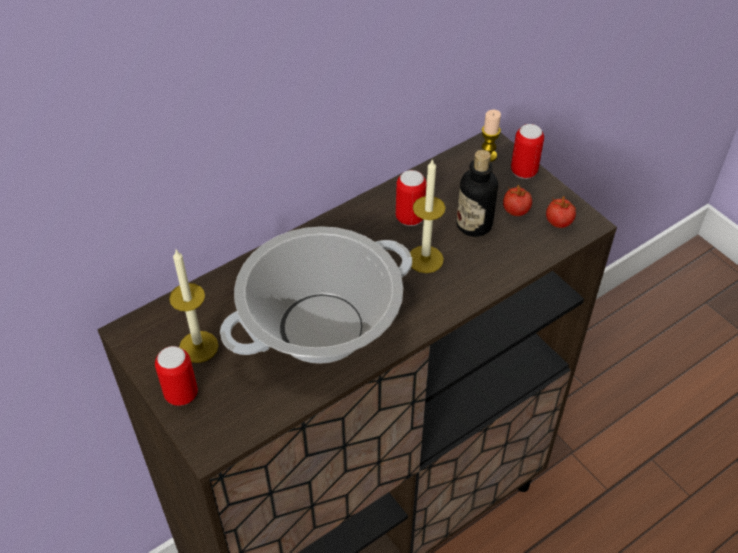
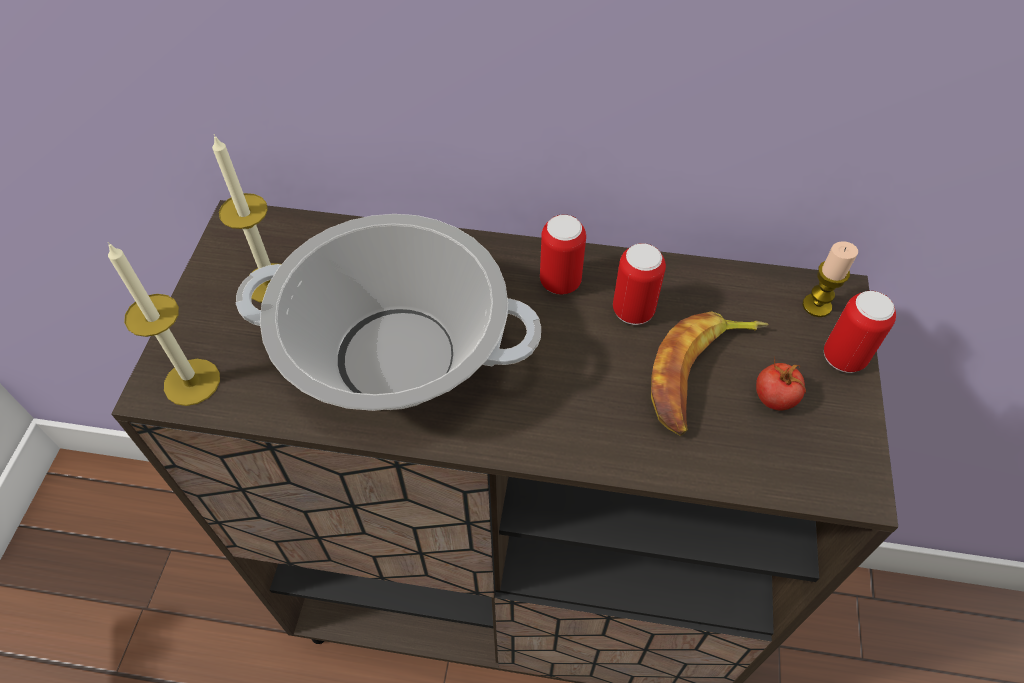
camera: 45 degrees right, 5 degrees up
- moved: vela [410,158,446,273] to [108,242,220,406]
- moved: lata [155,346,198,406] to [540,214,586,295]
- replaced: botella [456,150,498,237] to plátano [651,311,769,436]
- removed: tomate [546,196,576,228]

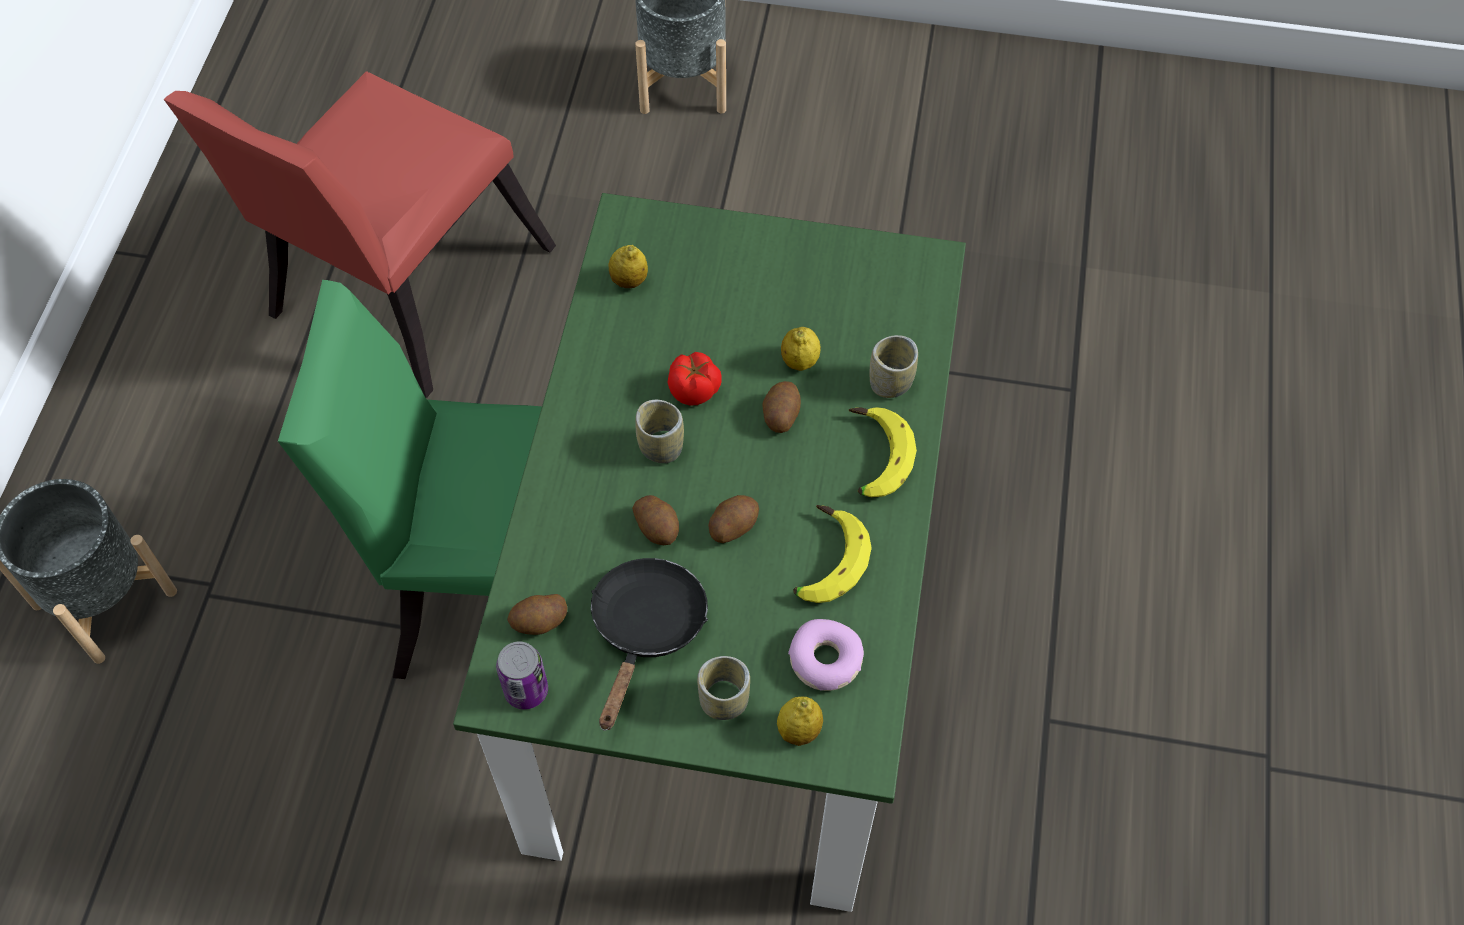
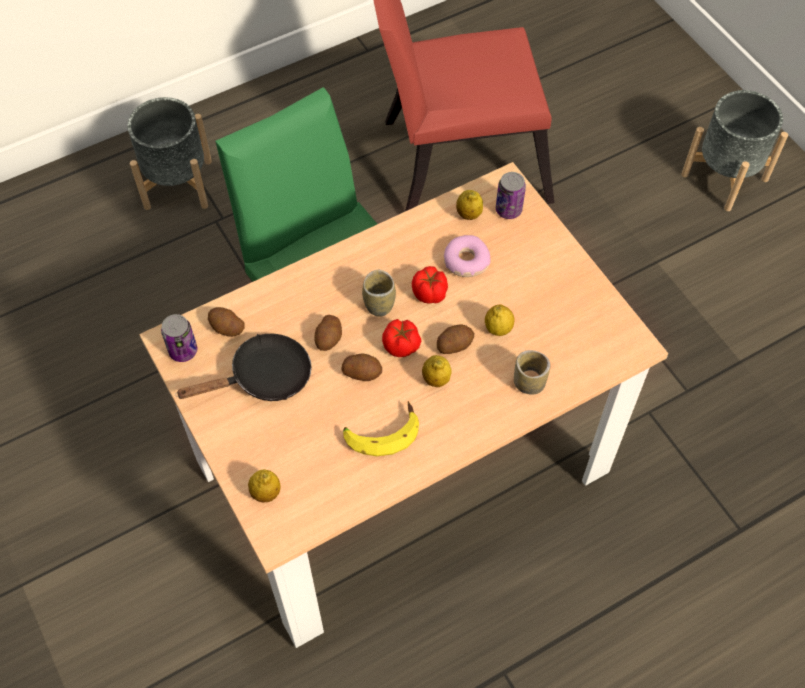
camera: 50 degrees right, 0 degrees up
- recoloured: mesa de comedor [verde] [453,193,966,912] to mesa de comedor [beis] [139,162,668,648]
- added: tomate [382,319,421,357]
- added: limón [422,355,452,387]
- moved: rosquilla [788,619,864,691] to [444,235,491,277]
- added: lata [496,172,526,219]
- removed: taza [697,656,750,720]
- removed: plátano [849,407,917,498]

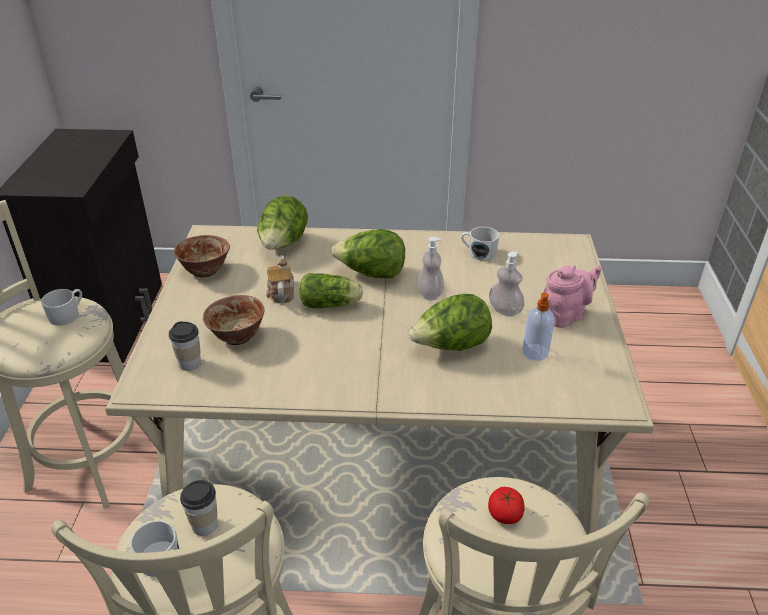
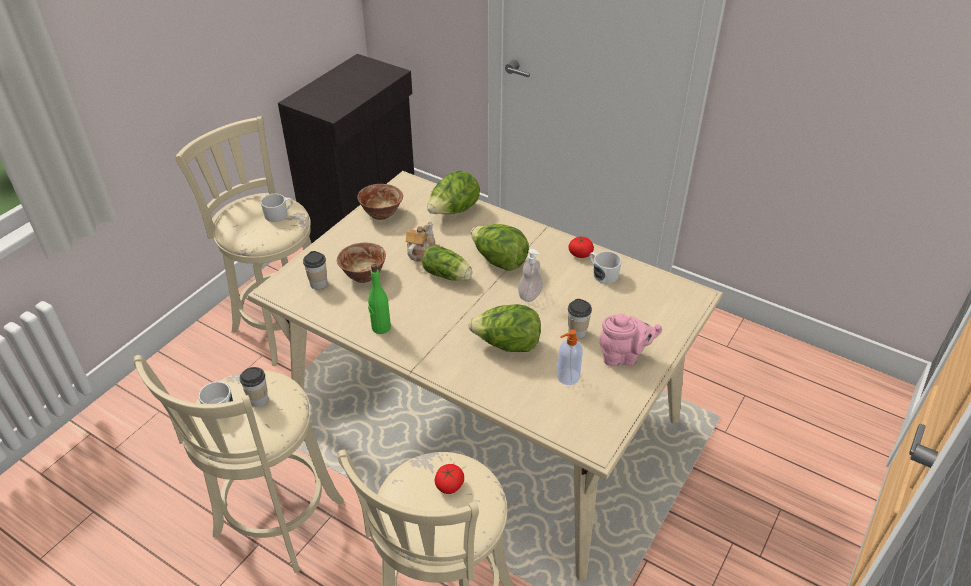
camera: 30 degrees right, 5 degrees up
- added: botella [verde] [368,264,391,334]
- replaced: dispensador de jabón [489,252,524,316] to taza [568,299,592,339]
- added: tomate [569,236,594,258]

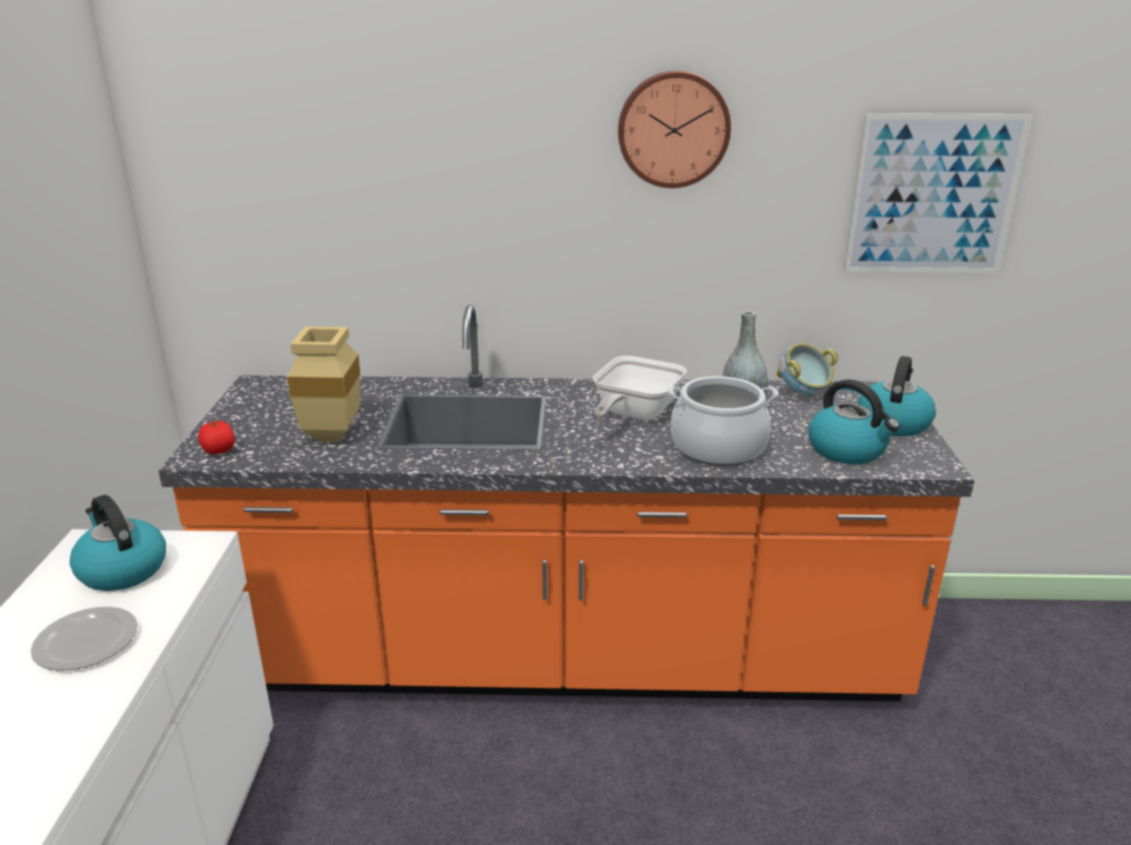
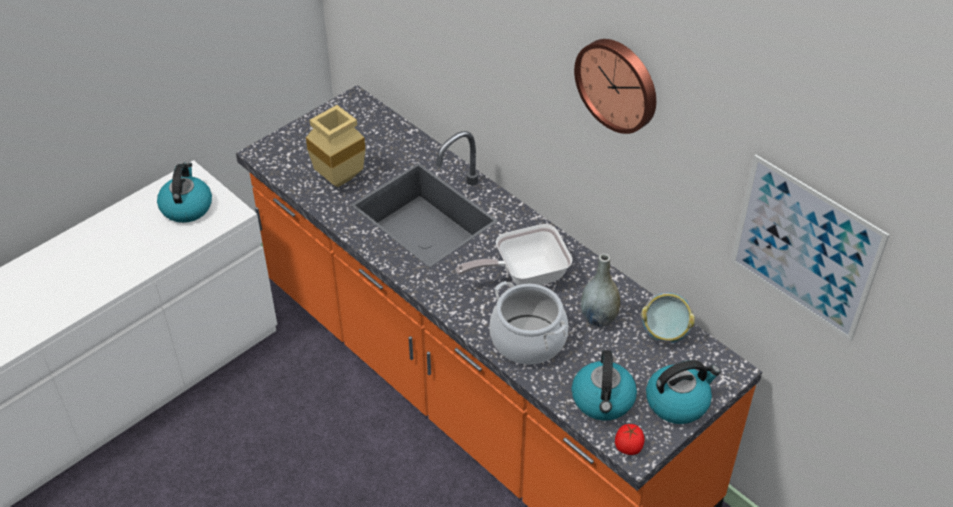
camera: 45 degrees right, 20 degrees up
- moved: tomate [198,420,235,454] to [615,424,645,455]
- removed: plato [31,607,138,671]

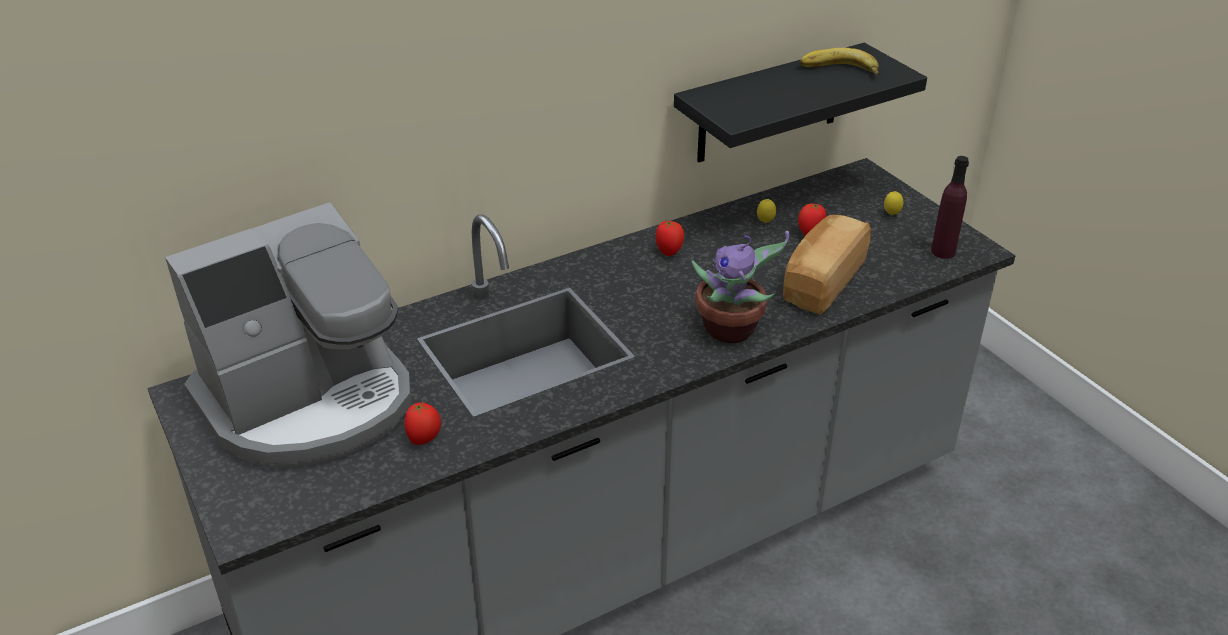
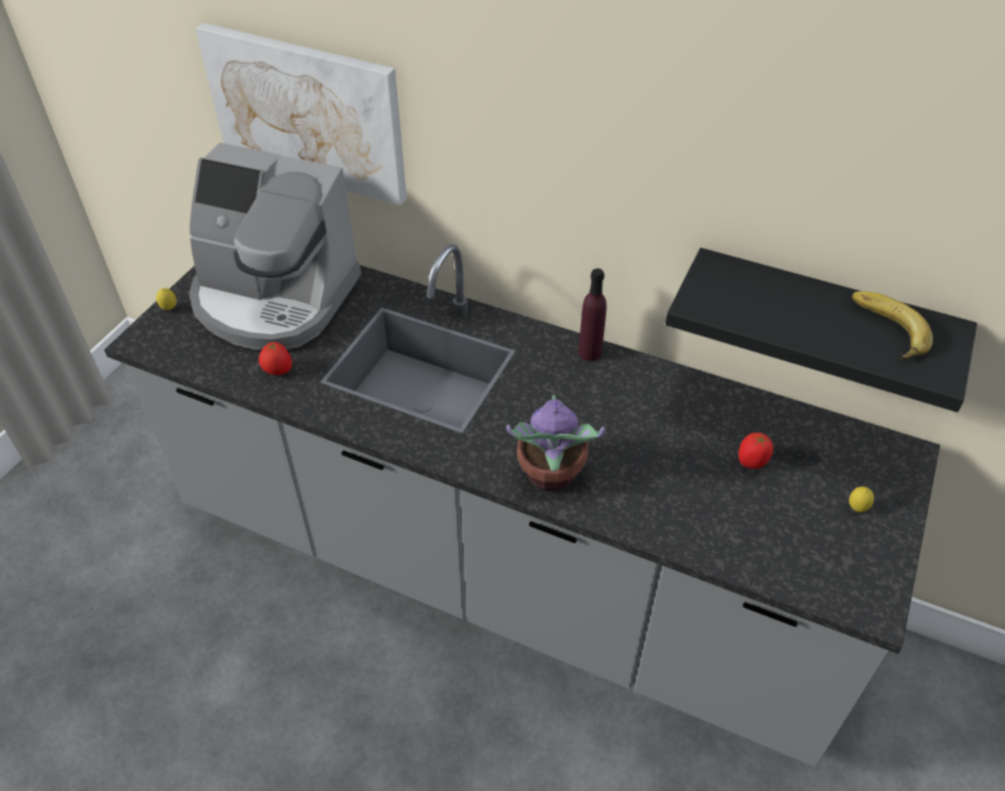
camera: 55 degrees right, 10 degrees up
- moved: limón [757,199,776,223] to [156,288,176,310]
- added: cuadro [195,23,407,206]
- moved: botella [morado] [931,156,969,259] to [579,268,607,361]
- removed: tomate [656,221,684,256]
- removed: pan [783,215,871,315]

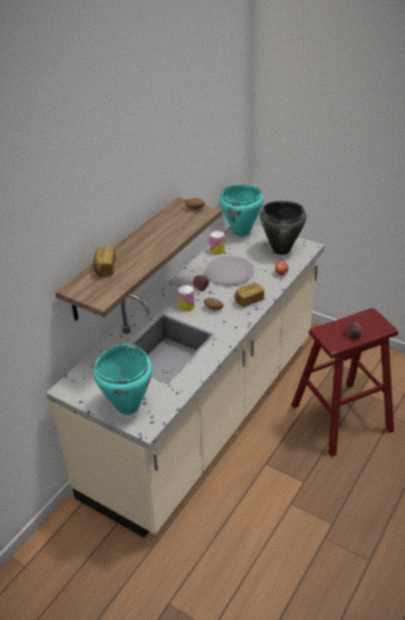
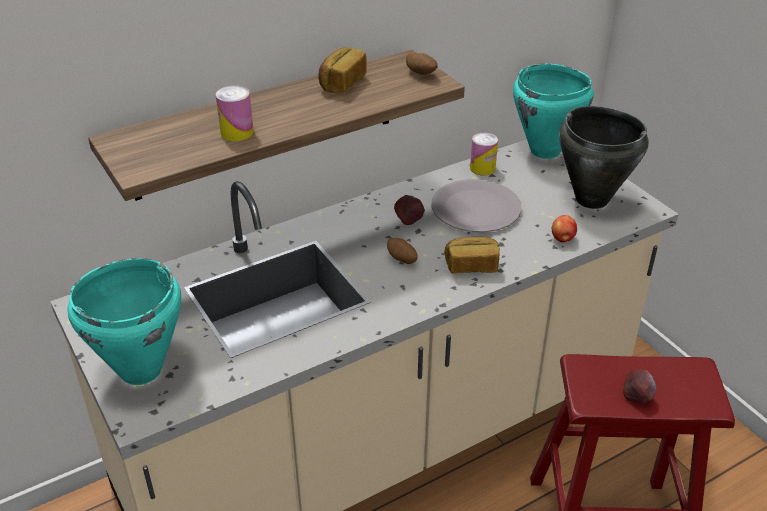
camera: 25 degrees right, 0 degrees up
- moved: lata [178,285,195,311] to [216,85,254,141]
- moved: pan [93,246,116,277] to [318,47,367,93]

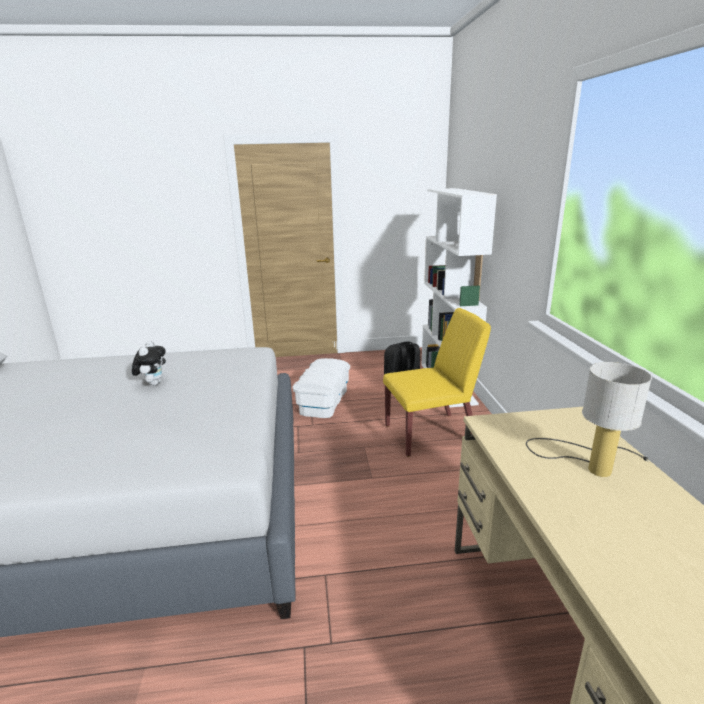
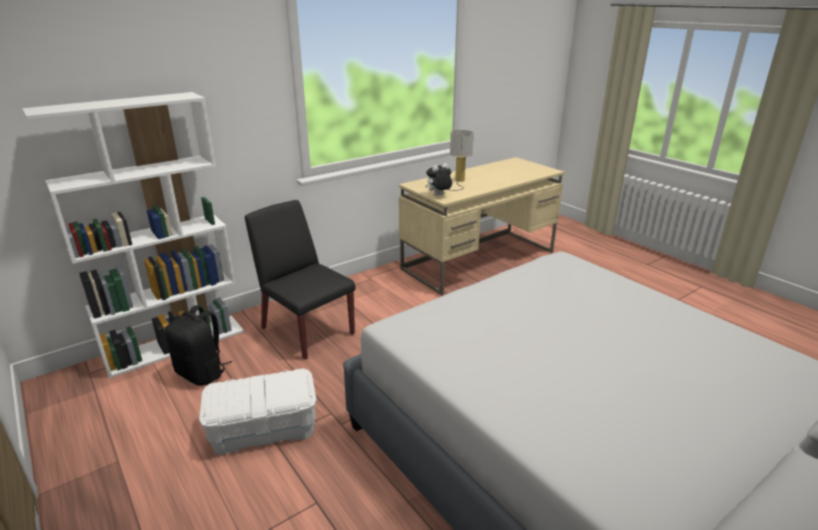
camera: 120 degrees left, 5 degrees up
- recoloured: silla [amarillo] [383,308,491,457] to silla [negro] [245,200,356,359]
- moved: peluche [132,341,166,386] to [425,163,452,196]

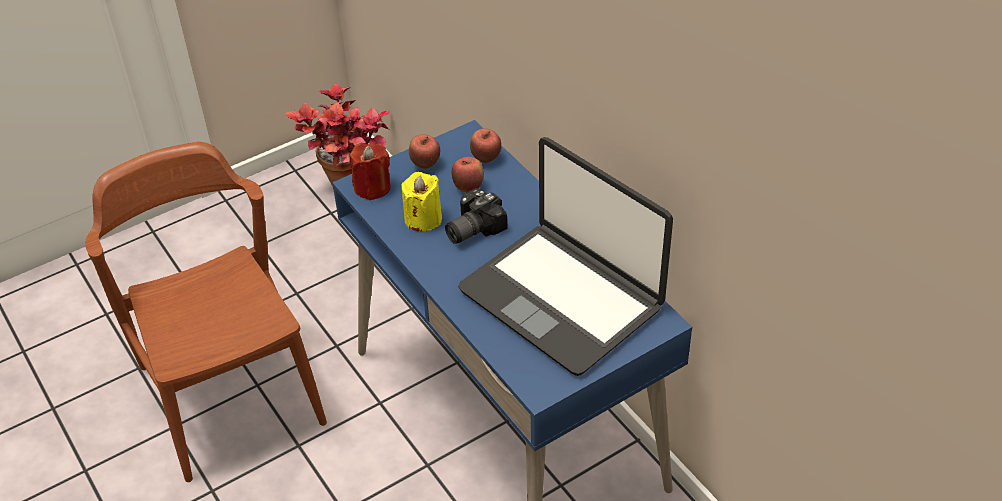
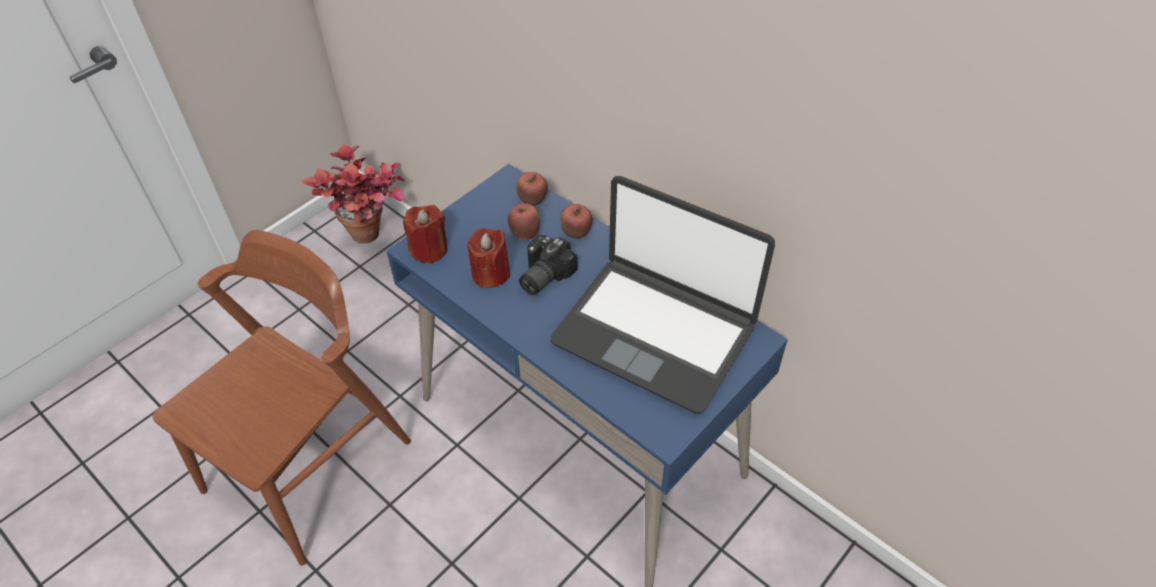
camera: 15 degrees left, 5 degrees up
- turned: silla [marrón] [85,142,327,482] = [152,230,411,566] 75 degrees clockwise
- recoloured: vela [amarillo] [401,172,442,231] to vela [rojo] [467,228,510,288]
- moved: manzana [409,134,440,169] to [560,204,593,239]

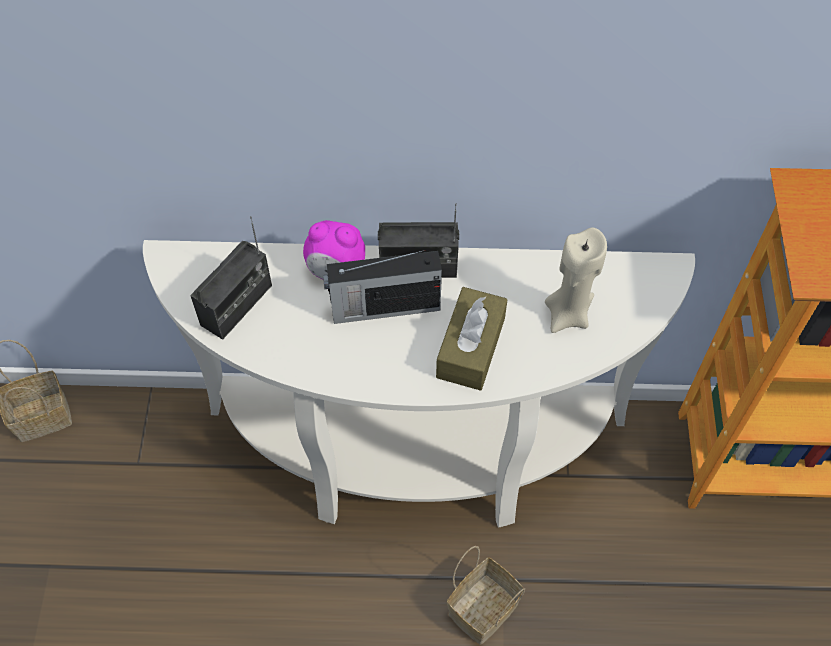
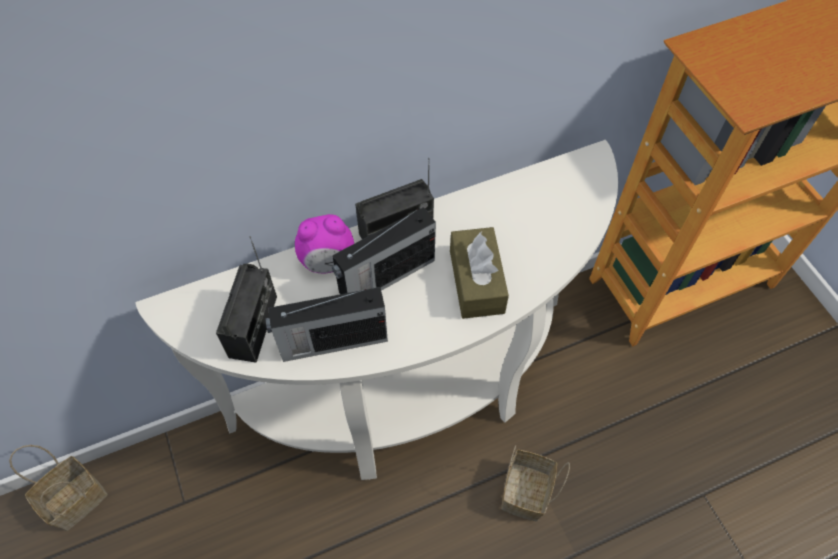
camera: 25 degrees left, 0 degrees up
- added: radio [265,287,388,362]
- removed: vela [beis] [545,227,607,333]

